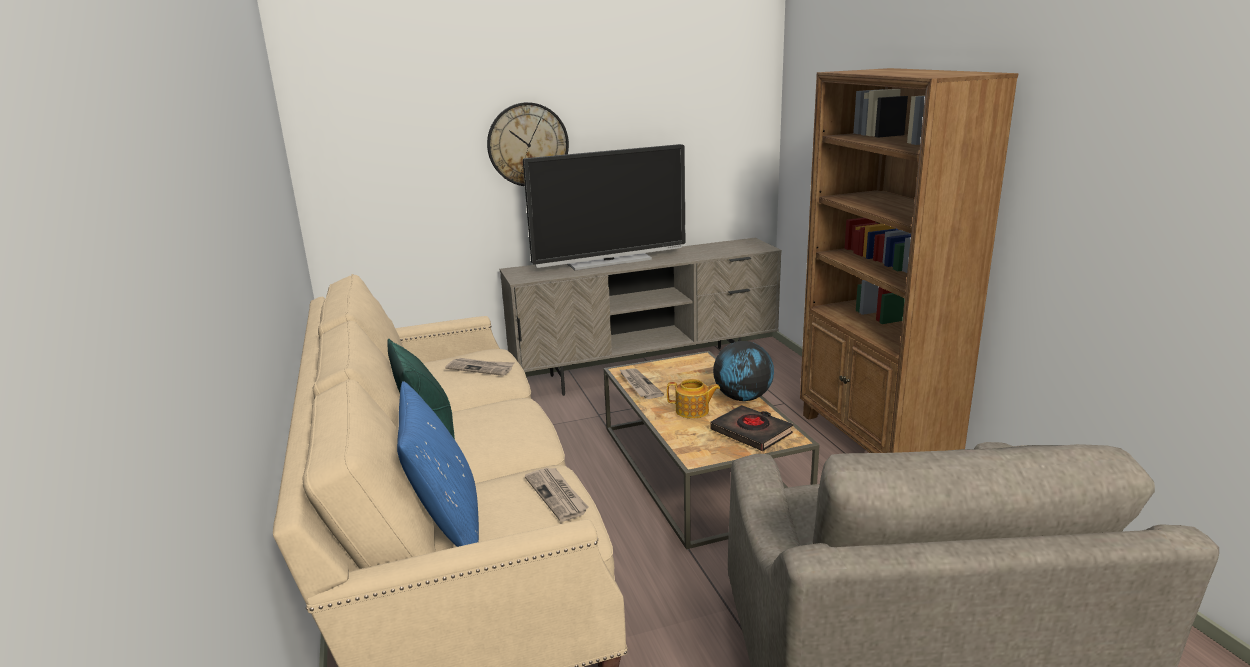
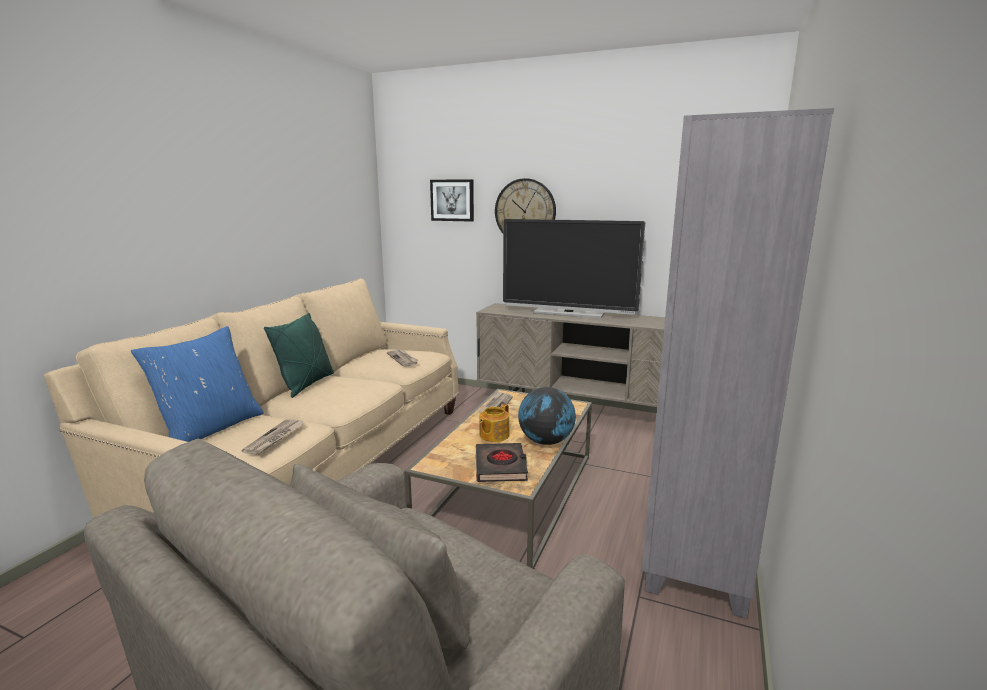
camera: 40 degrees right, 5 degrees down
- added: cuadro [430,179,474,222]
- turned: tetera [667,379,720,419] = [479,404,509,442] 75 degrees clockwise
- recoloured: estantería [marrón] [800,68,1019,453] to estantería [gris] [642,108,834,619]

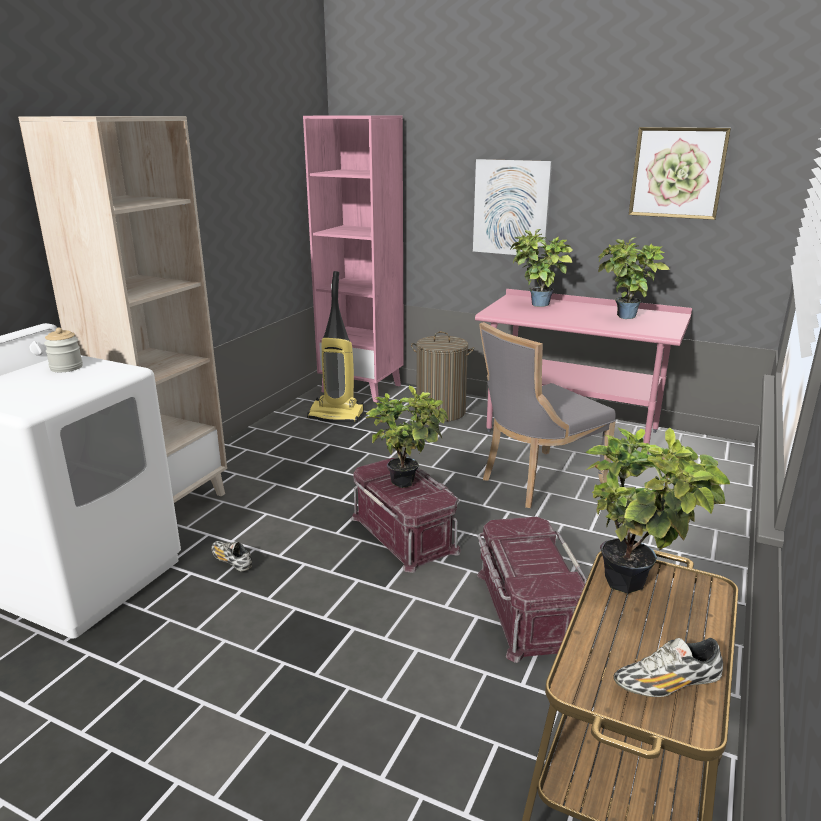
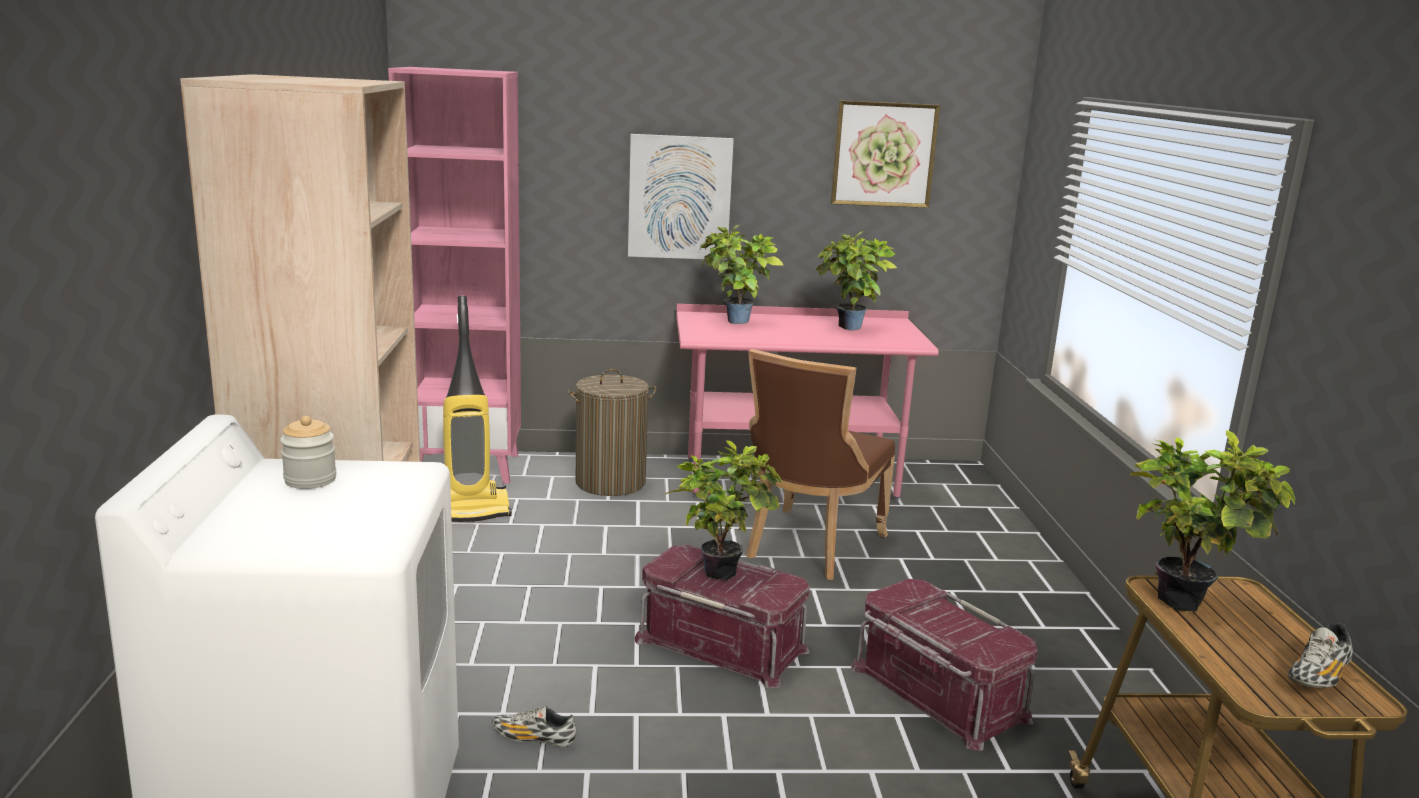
camera: 30 degrees left, 5 degrees down
- recoloured: silla [gris] [479,322,616,508] to silla [marrón] [746,349,895,580]

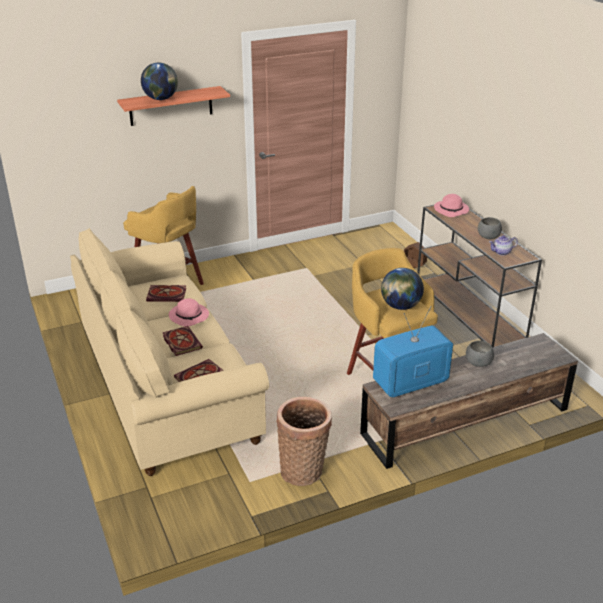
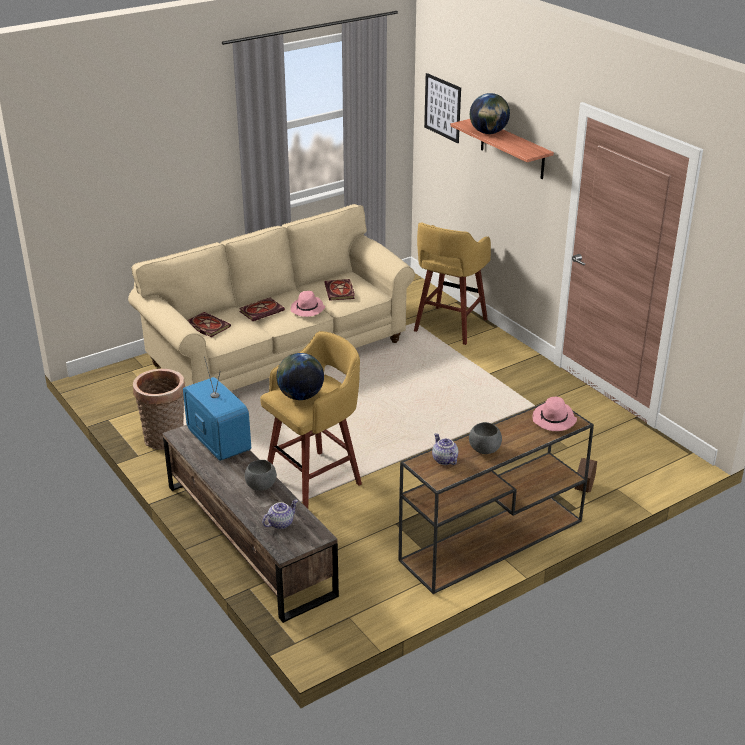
camera: 80 degrees right, 0 degrees up
- added: tetera [262,500,298,529]
- added: cuadro [424,73,461,143]

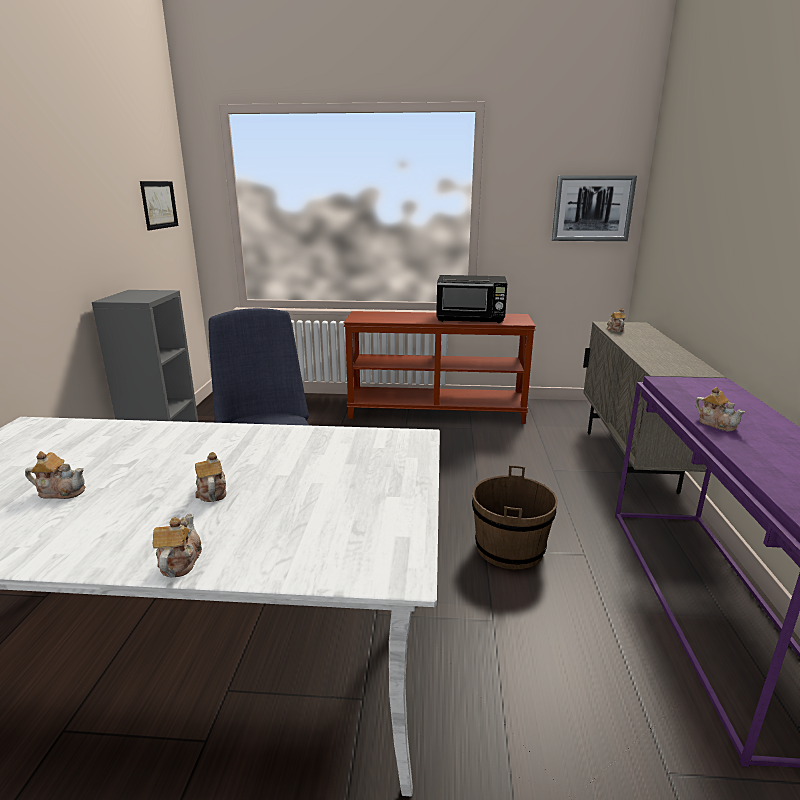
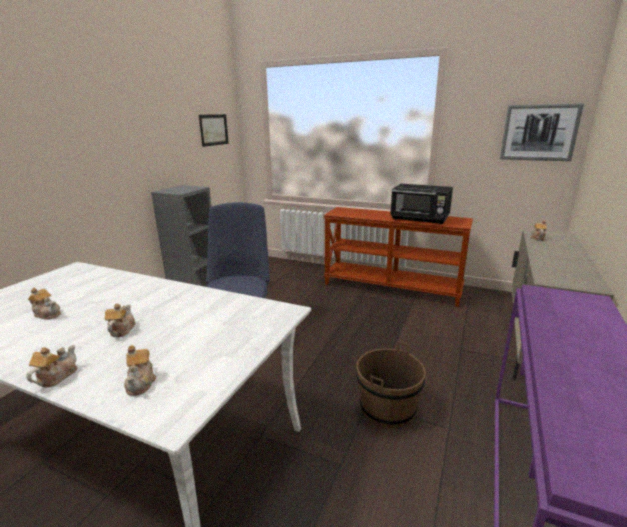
camera: 20 degrees right, 0 degrees up
- moved: tetera [695,387,745,431] to [124,345,156,396]

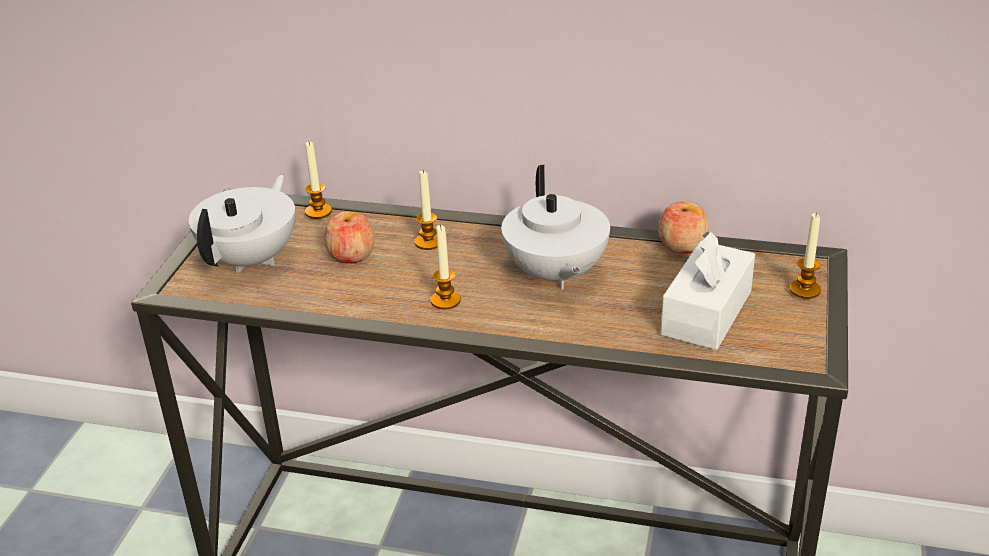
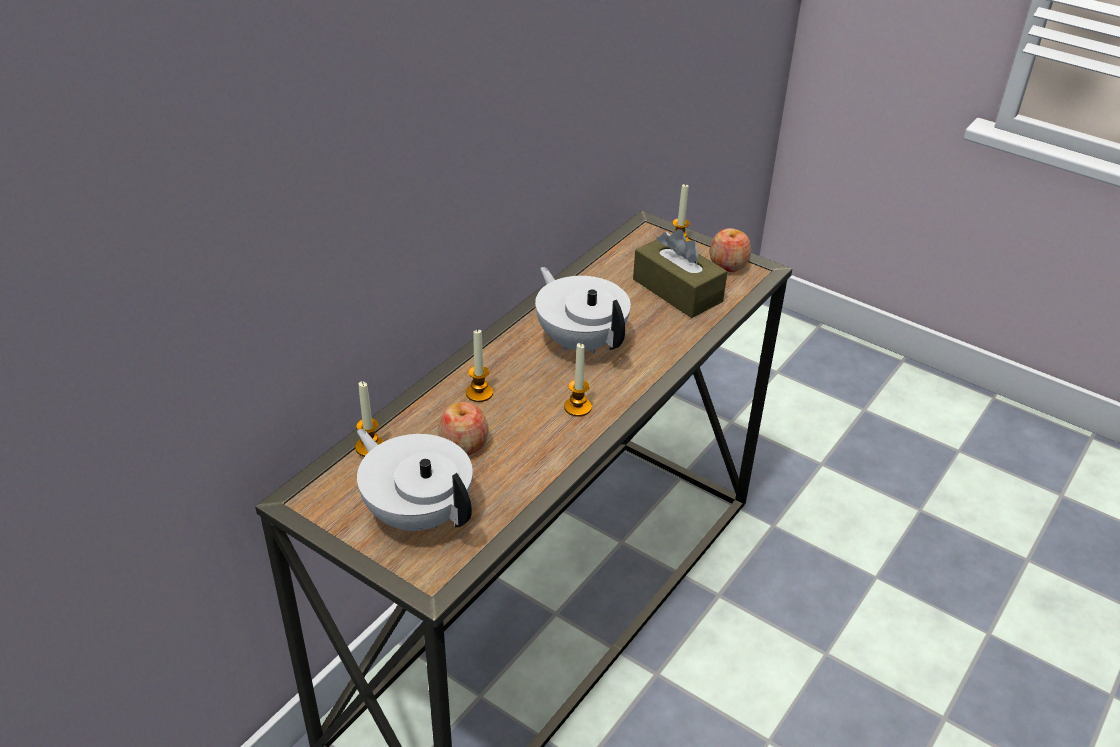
camera: 70 degrees left, 5 degrees up
- turned: tetera [blanco] [501,165,610,290] = [535,267,631,354] 135 degrees counterclockwise
- recoloured: caja de pañuelos [blanco] [661,231,755,350] to caja de pañuelos [marrón] [633,229,727,318]
- moved: manzana [658,201,709,254] to [710,228,751,272]

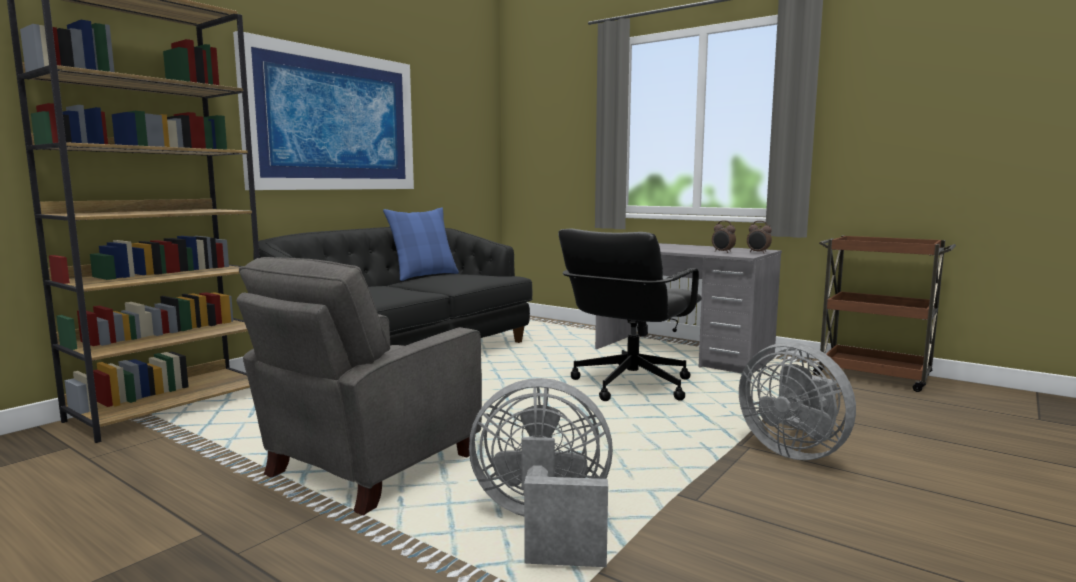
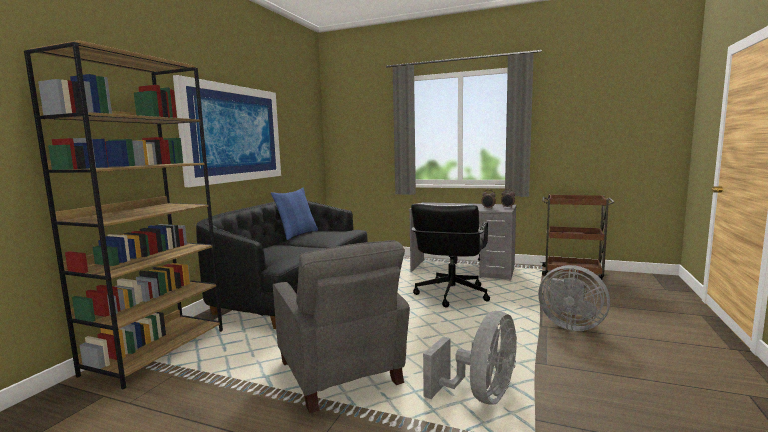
camera: 15 degrees left, 0 degrees up
- turned: sillón [gris] [236,257,482,515] = [273,240,410,413] 45 degrees counterclockwise
- turned: ventilador [gris] [469,378,613,567] = [423,311,517,405] 135 degrees clockwise

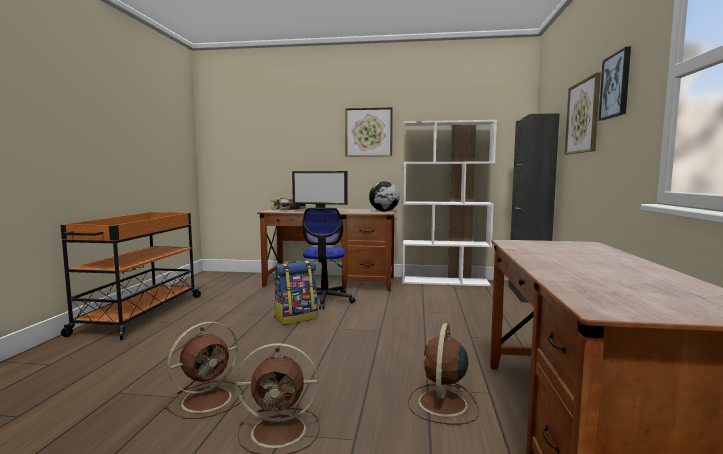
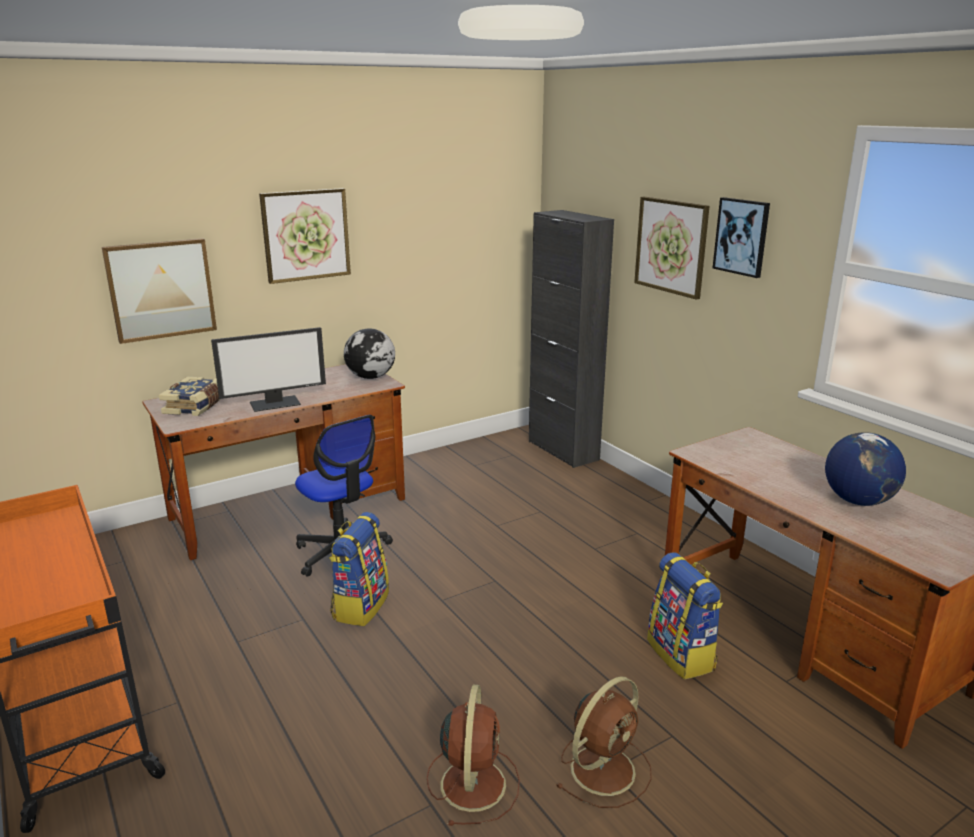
camera: 40 degrees left, 15 degrees up
- added: cuadro [102,238,217,344]
- replaced: ventilador [marrón] [408,323,479,425] to mochila [647,552,723,679]
- added: globo terráqueo [825,432,906,506]
- removed: estantería [blanco] [402,120,497,286]

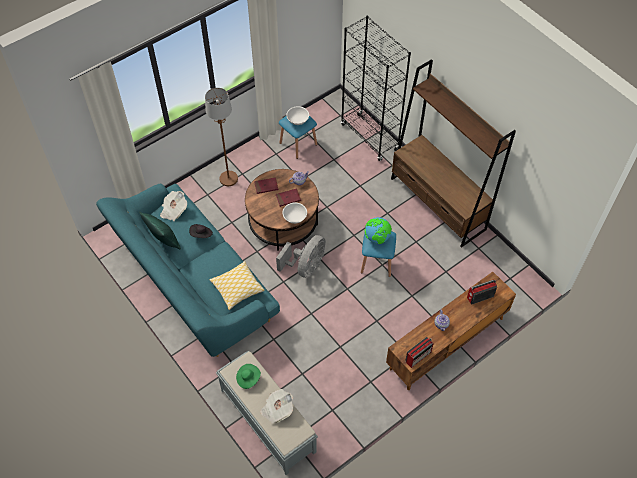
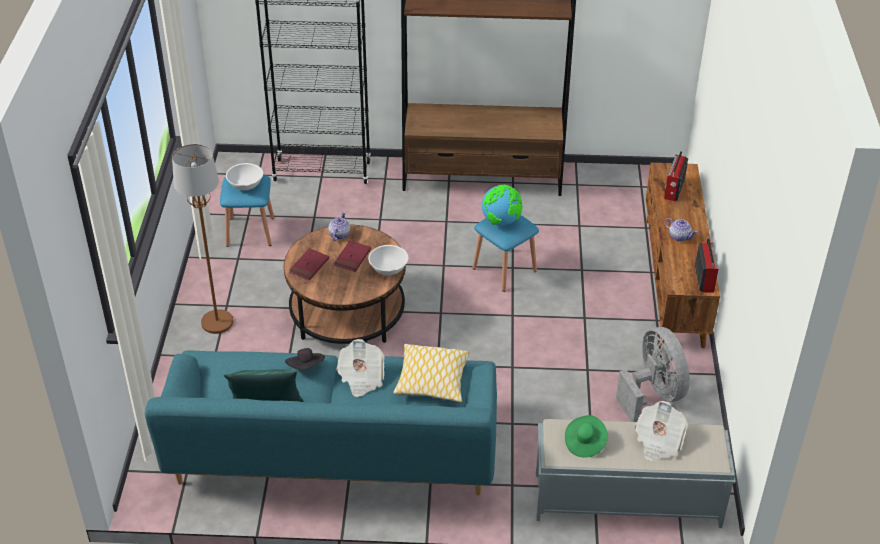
camera: 50 degrees left, 15 degrees down
- moved: periódico [160,191,187,221] to [336,339,385,397]
- moved: ventilador [gris] [276,235,326,278] to [616,327,690,422]

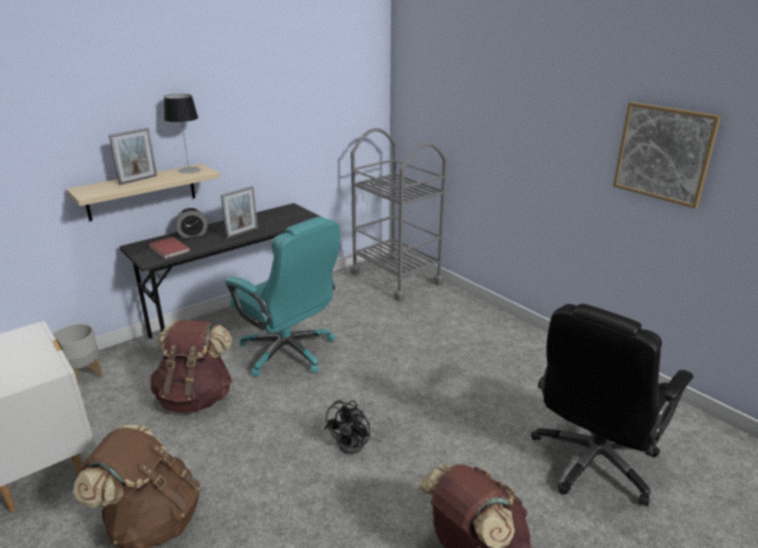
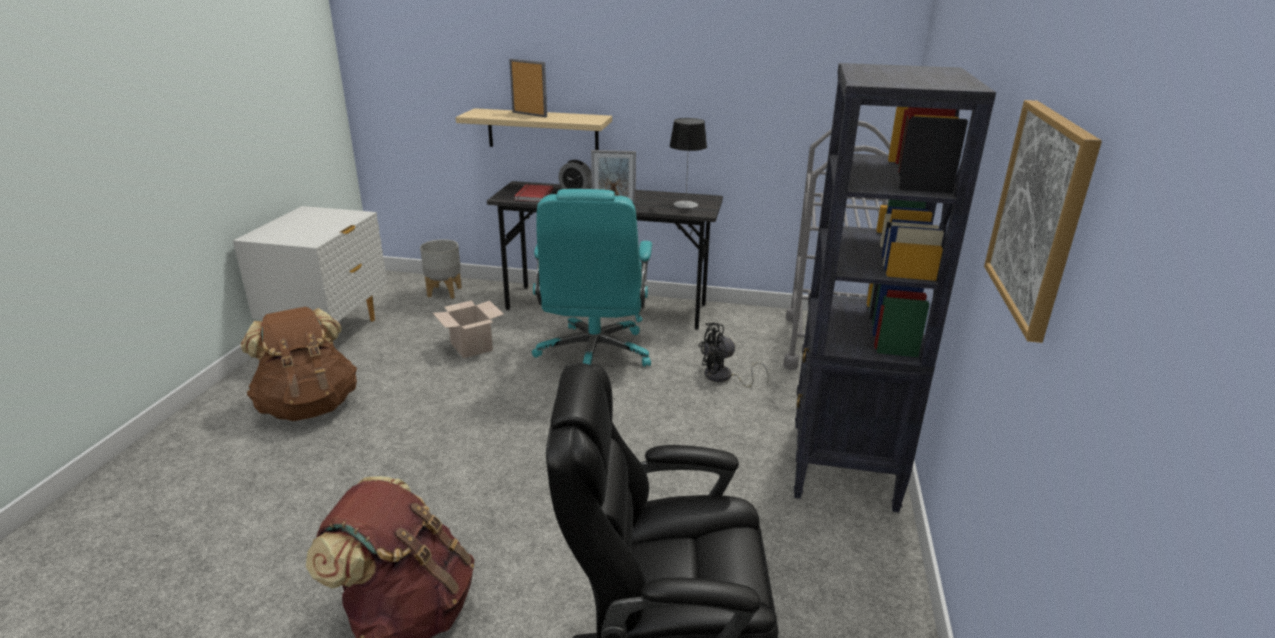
camera: 50 degrees right, 0 degrees up
- replaced: mochila [marrón] [150,320,233,413] to caja de cartón [433,300,504,358]
- turned: portarretratos [109,128,157,185] = [509,59,547,117] 150 degrees counterclockwise
- moved: lámpara de mesa [164,94,200,173] to [669,118,707,208]
- moved: ventilador [negro] [324,400,393,454] to [698,323,769,388]
- added: estantería [negro] [794,63,996,512]

